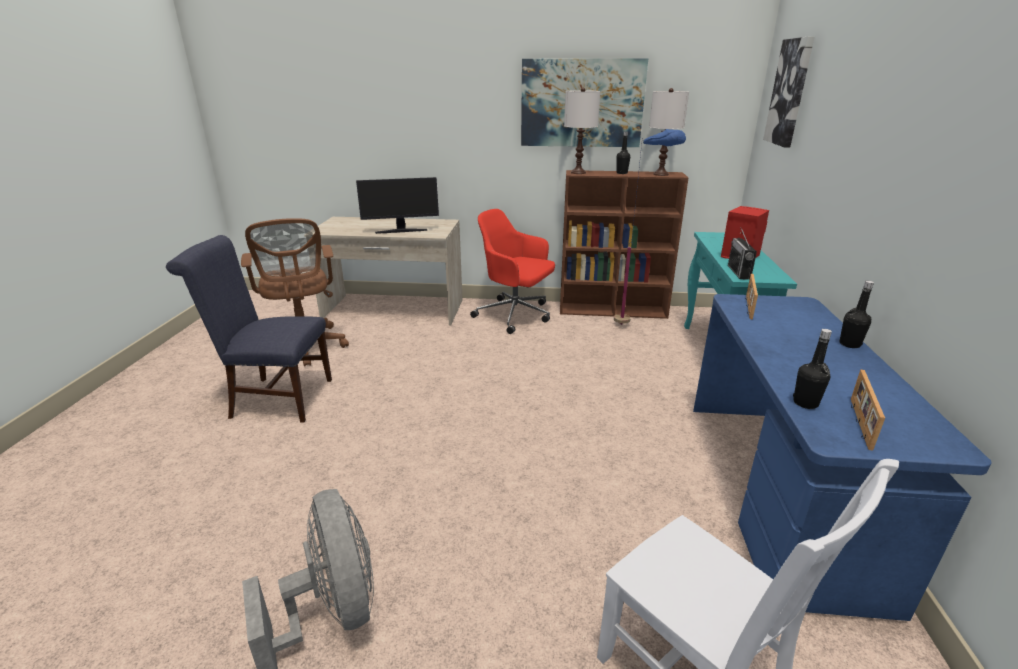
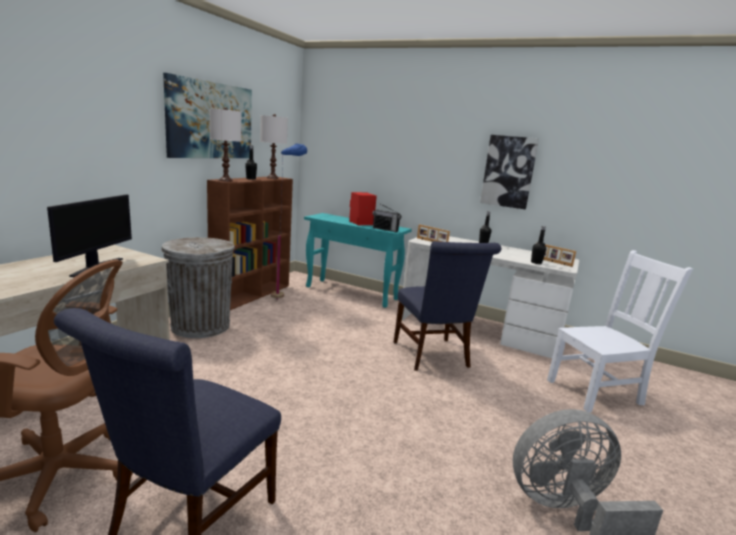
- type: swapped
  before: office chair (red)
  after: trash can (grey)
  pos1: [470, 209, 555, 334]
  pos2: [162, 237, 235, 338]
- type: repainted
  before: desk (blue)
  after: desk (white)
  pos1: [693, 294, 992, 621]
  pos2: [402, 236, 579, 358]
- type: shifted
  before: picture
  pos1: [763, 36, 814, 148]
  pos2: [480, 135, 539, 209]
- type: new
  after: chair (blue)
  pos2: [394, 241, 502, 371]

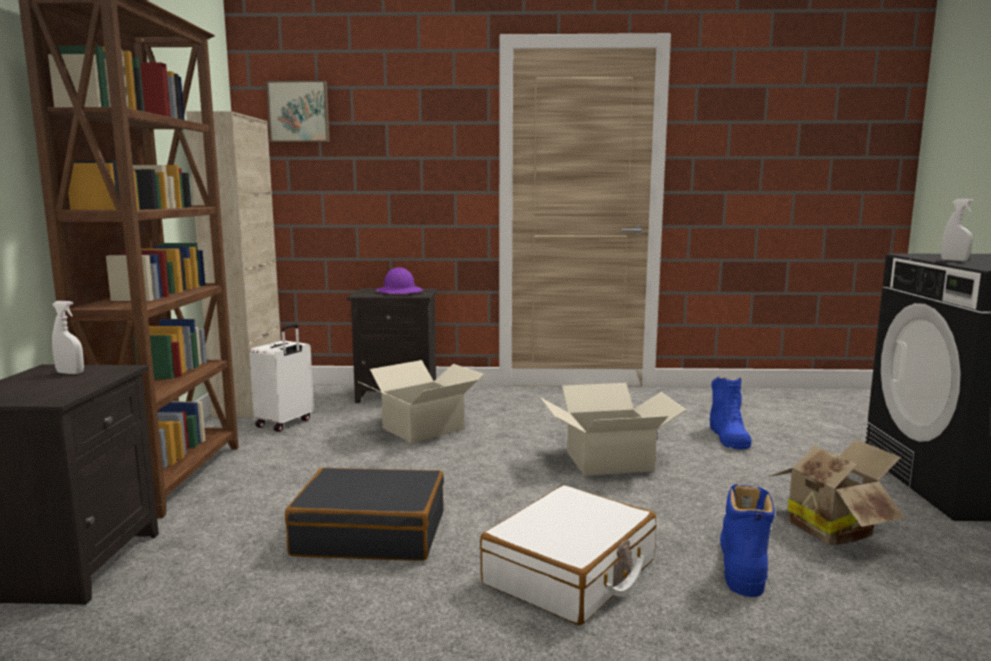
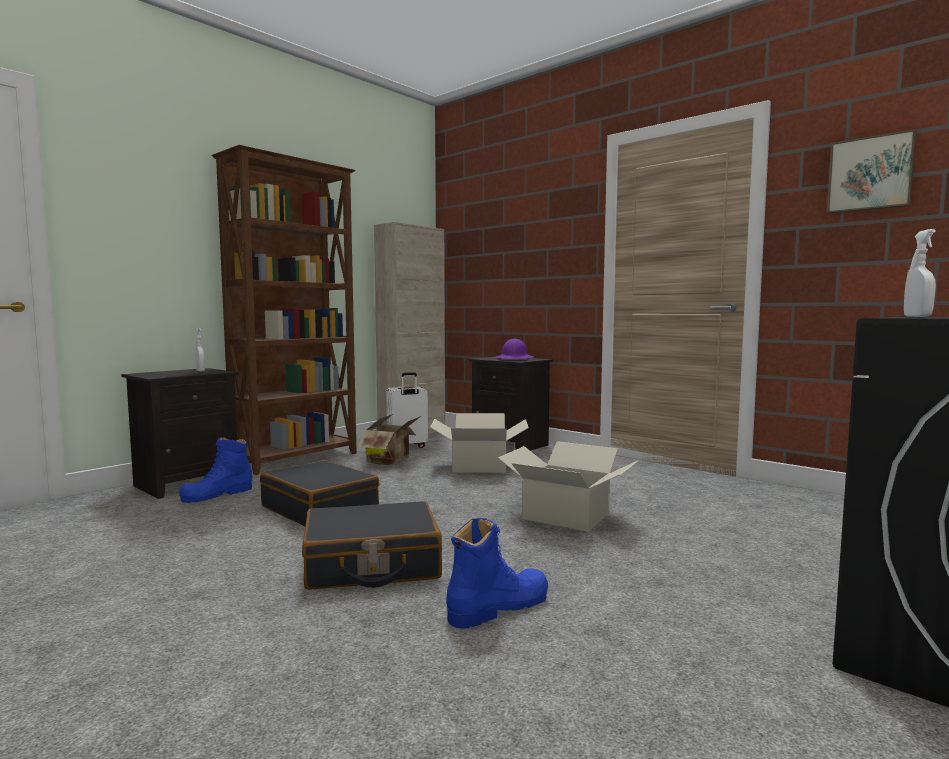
- type: shifted
  before: picture
  pos1: [266, 80, 330, 142]
  pos2: [827, 129, 916, 214]
- type: repainted
  before: suitcase (white)
  after: suitcase (black)
  pos1: [480, 485, 657, 625]
  pos2: [302, 501, 442, 590]
- type: shifted
  before: boot (blue)
  pos1: [709, 376, 752, 449]
  pos2: [179, 437, 252, 503]
- type: shifted
  before: cardboard box
  pos1: [768, 439, 905, 545]
  pos2: [357, 414, 421, 465]

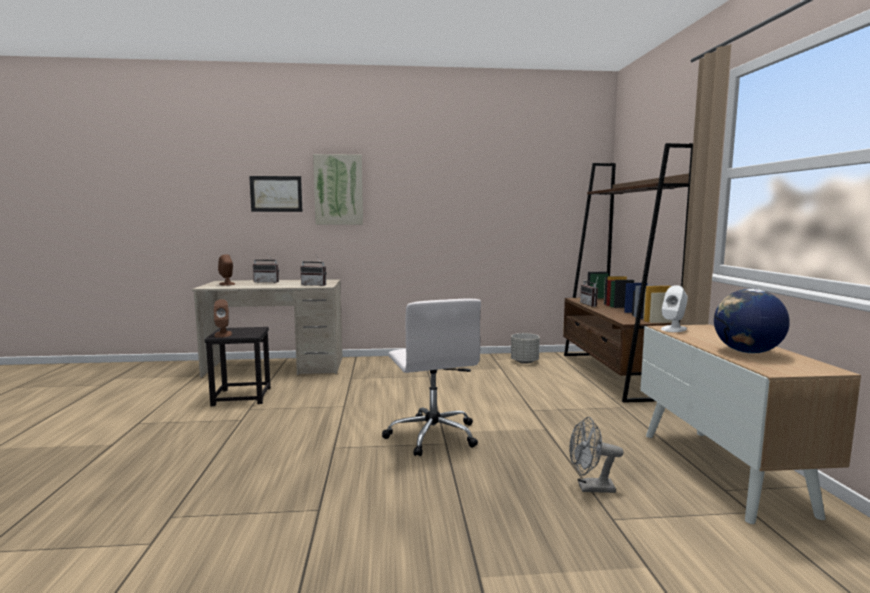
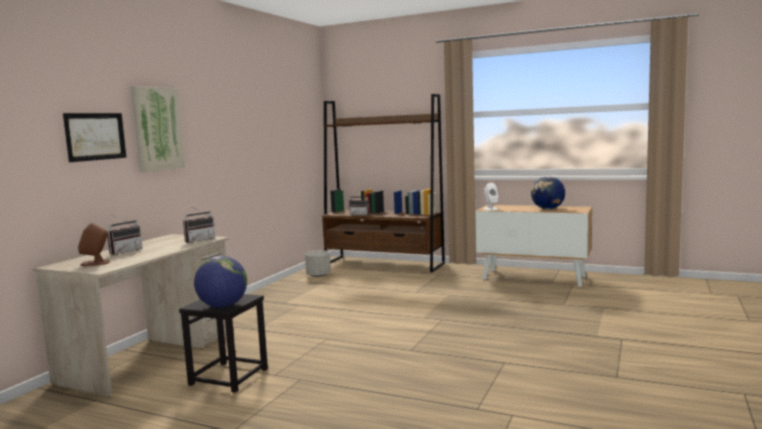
- type: swapped
  before: speaker (brown)
  after: globe
  pos1: [214, 299, 232, 338]
  pos2: [194, 256, 247, 308]
- type: gone
  before: office chair (white)
  pos1: [382, 298, 481, 456]
- type: gone
  before: fan (grey)
  pos1: [569, 417, 624, 493]

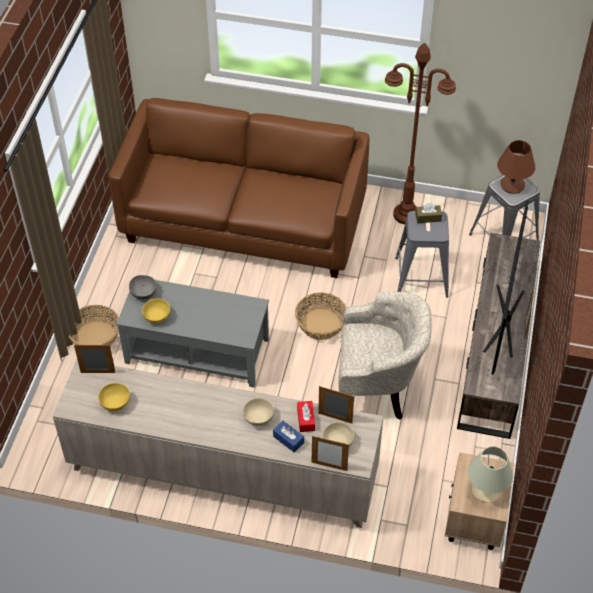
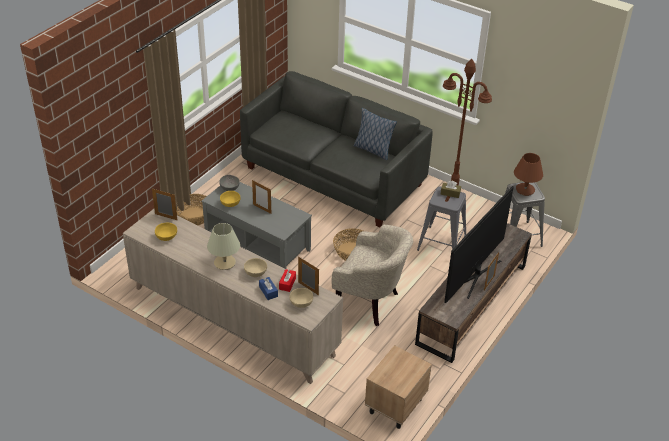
- type: repainted
  before: sofa (brown)
  after: sofa (grey)
  pos1: [109, 98, 369, 278]
  pos2: [240, 71, 433, 227]
- type: shifted
  before: picture frame
  pos1: [312, 436, 349, 471]
  pos2: [252, 180, 271, 214]
- type: shifted
  before: table lamp (beige)
  pos1: [468, 446, 513, 502]
  pos2: [207, 223, 240, 270]
- type: new
  after: pillow
  pos2: [353, 108, 397, 161]

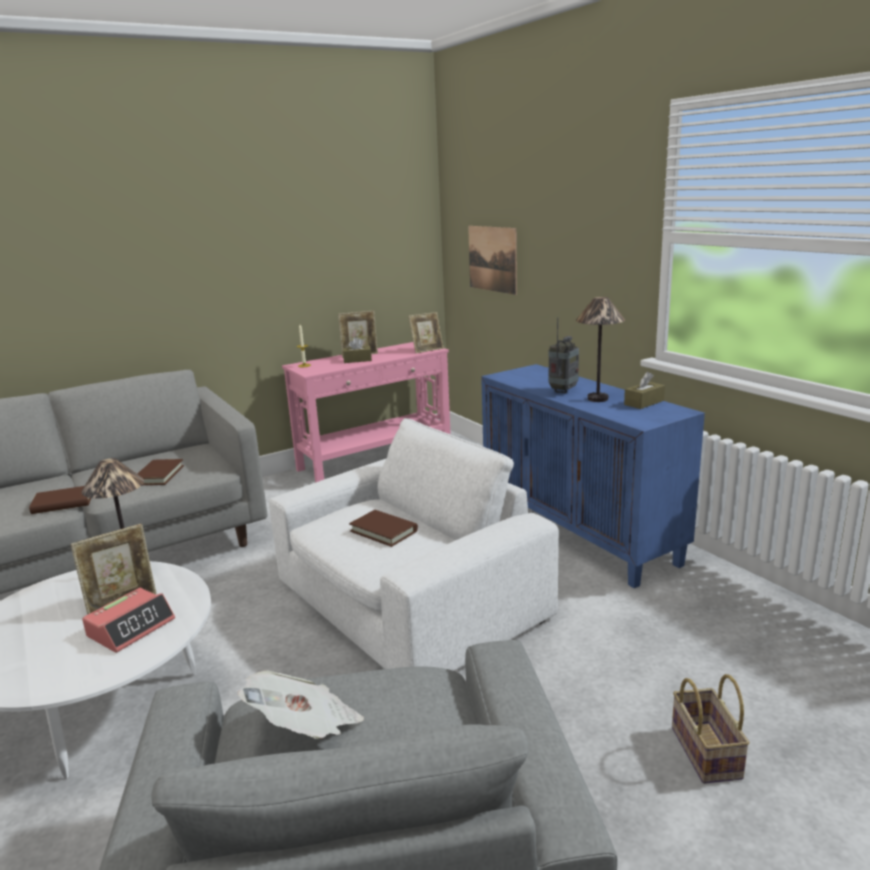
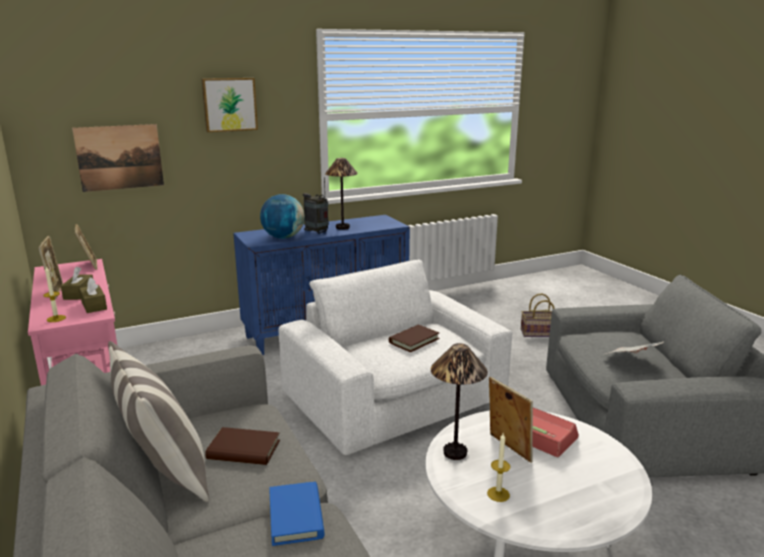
- type: repainted
  before: book (brown)
  after: book (blue)
  pos1: [29, 486, 91, 514]
  pos2: [269, 482, 325, 546]
- type: shifted
  before: tissue box (brown)
  pos1: [624, 372, 665, 409]
  pos2: [79, 277, 107, 313]
- type: new
  after: pillow
  pos2: [108, 341, 209, 502]
- type: new
  after: picture
  pos2: [202, 78, 258, 132]
- type: new
  after: globe
  pos2: [260, 194, 305, 239]
- type: new
  after: candle
  pos2: [487, 433, 510, 502]

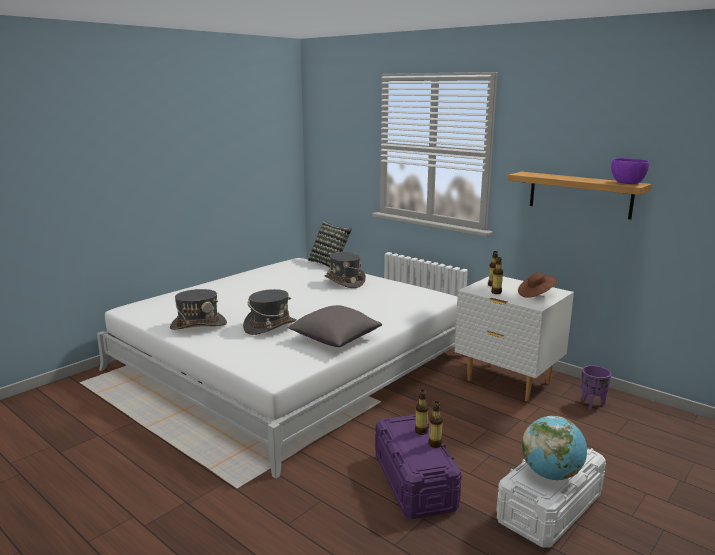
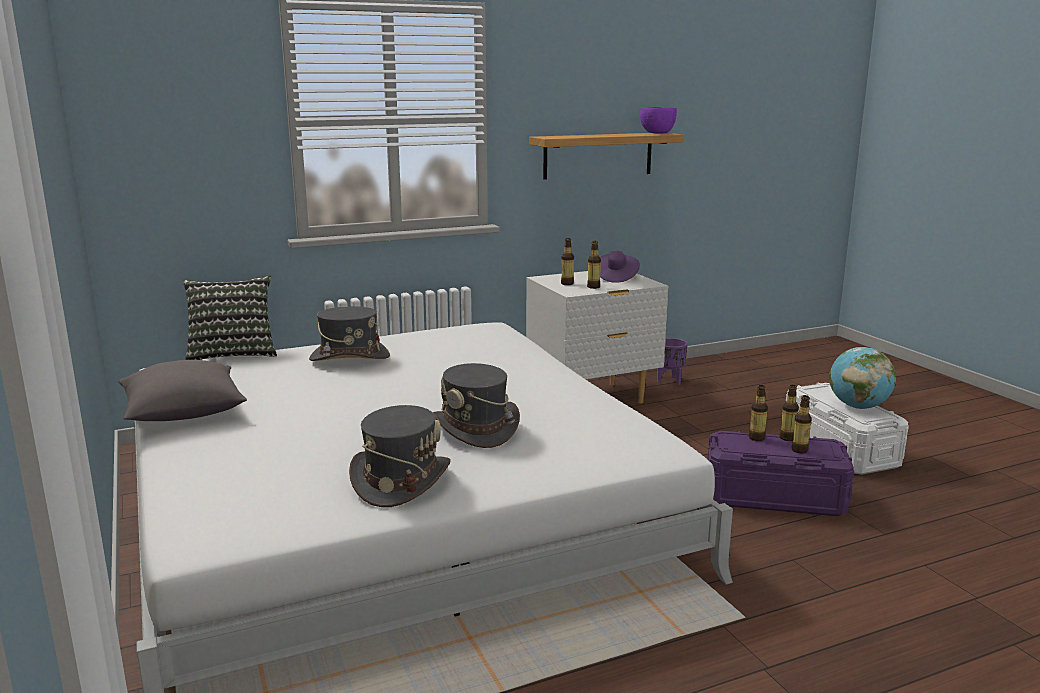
- type: shifted
  before: pillow (grey)
  pos1: [287, 305, 382, 347]
  pos2: [118, 360, 247, 421]
- type: repainted
  before: hat (brown)
  after: hat (purple)
  pos1: [518, 273, 557, 298]
  pos2: [600, 251, 640, 283]
- type: new
  after: bottle
  pos2: [791, 395, 812, 453]

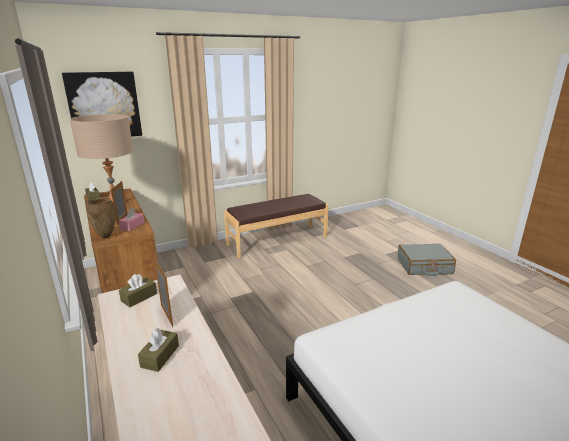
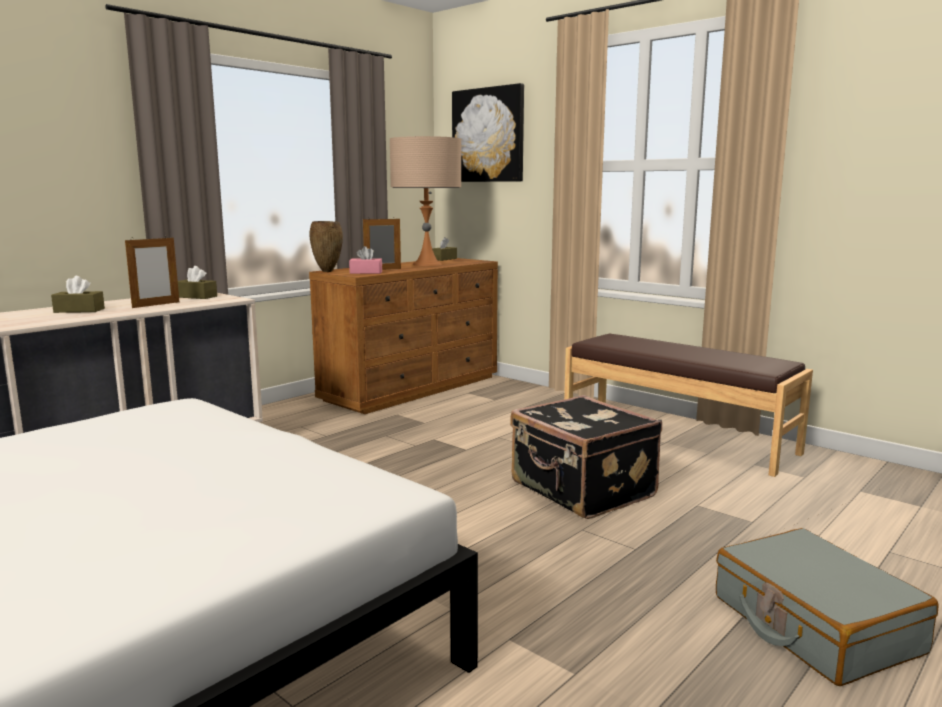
- type: new
  after: suitcase (black)
  pos2: [510, 395, 662, 519]

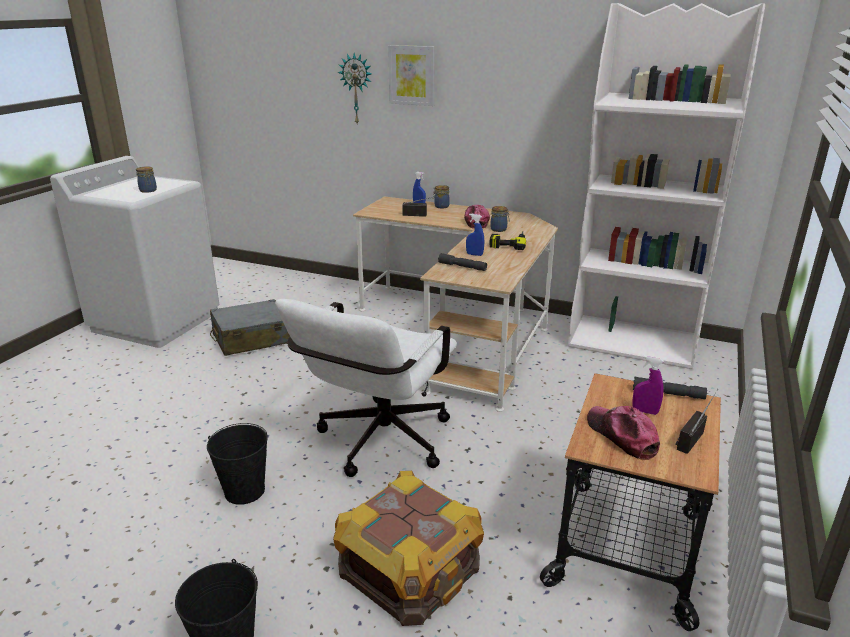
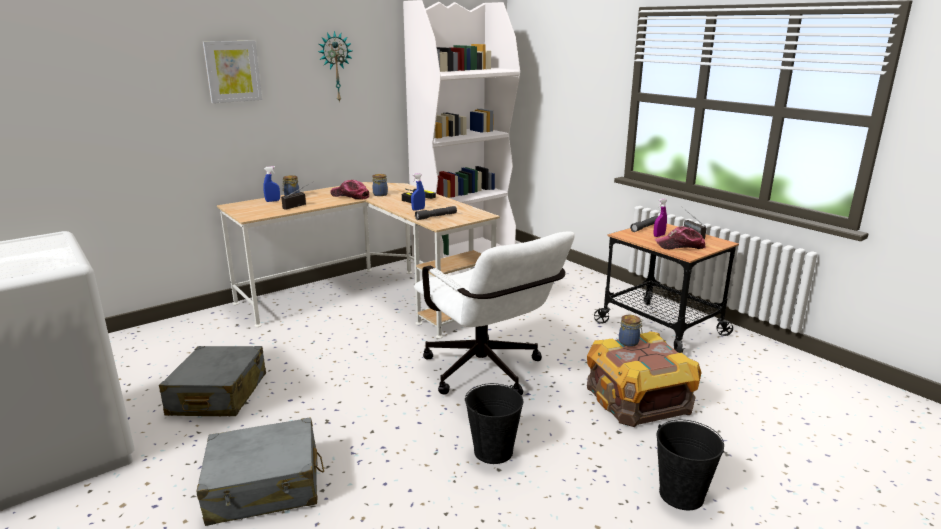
- type: shifted
  before: jar
  pos1: [136, 167, 157, 193]
  pos2: [619, 315, 643, 347]
- type: shifted
  before: wall clock
  pos1: [338, 53, 371, 124]
  pos2: [318, 31, 352, 103]
- type: new
  after: suitcase (grey)
  pos2: [197, 417, 324, 526]

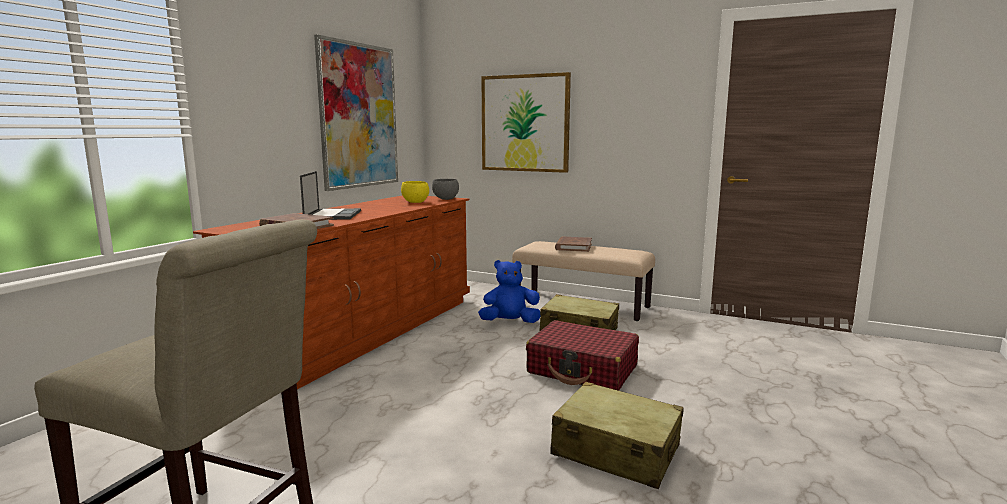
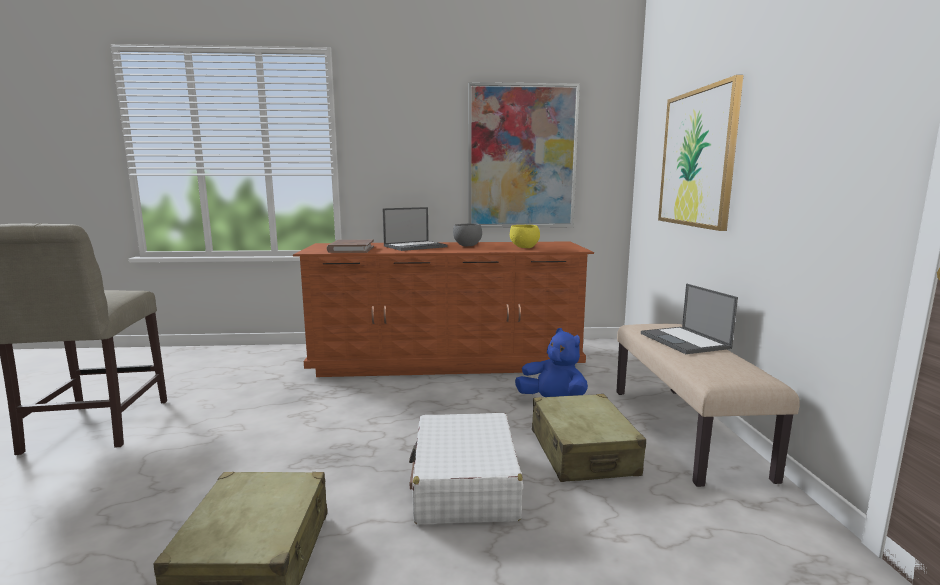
- type: shifted
  before: bowl (grey)
  pos1: [432, 179, 459, 200]
  pos2: [453, 224, 482, 246]
- type: repainted
  before: suitcase (red)
  after: suitcase (white)
  pos1: [526, 320, 639, 391]
  pos2: [409, 413, 523, 525]
- type: swapped
  before: book (brown)
  after: laptop
  pos1: [555, 237, 592, 252]
  pos2: [641, 284, 738, 354]

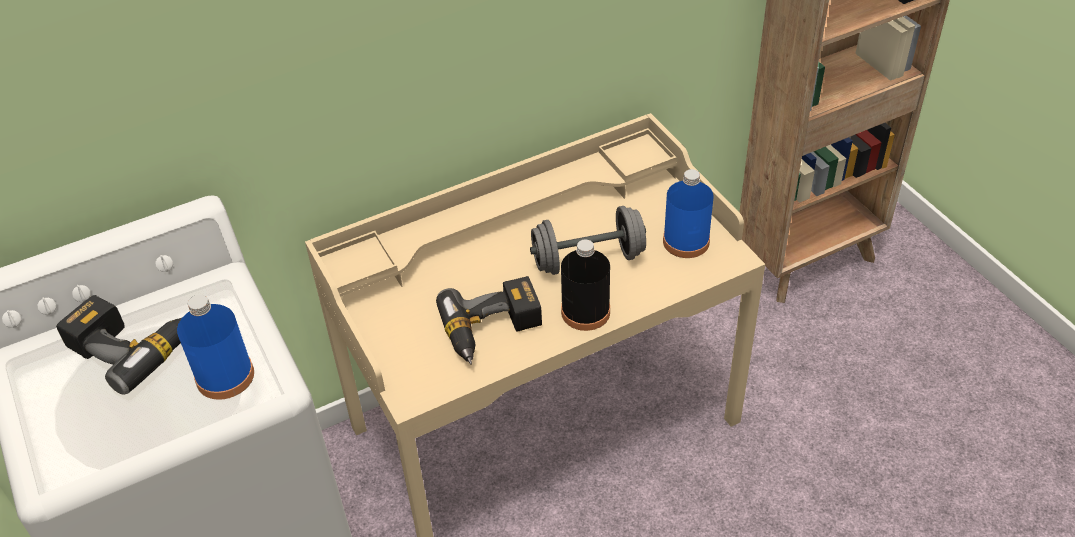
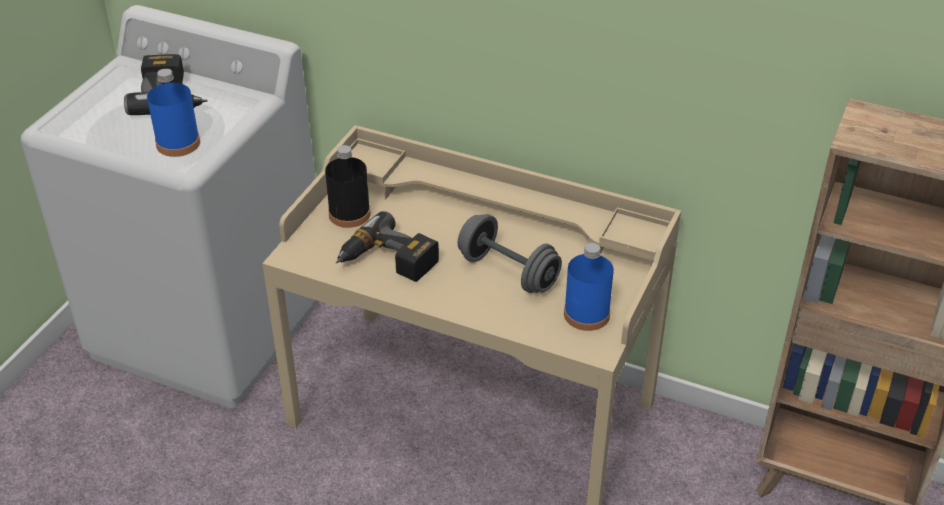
- type: shifted
  before: bottle (black)
  pos1: [561, 240, 610, 331]
  pos2: [325, 145, 371, 228]

